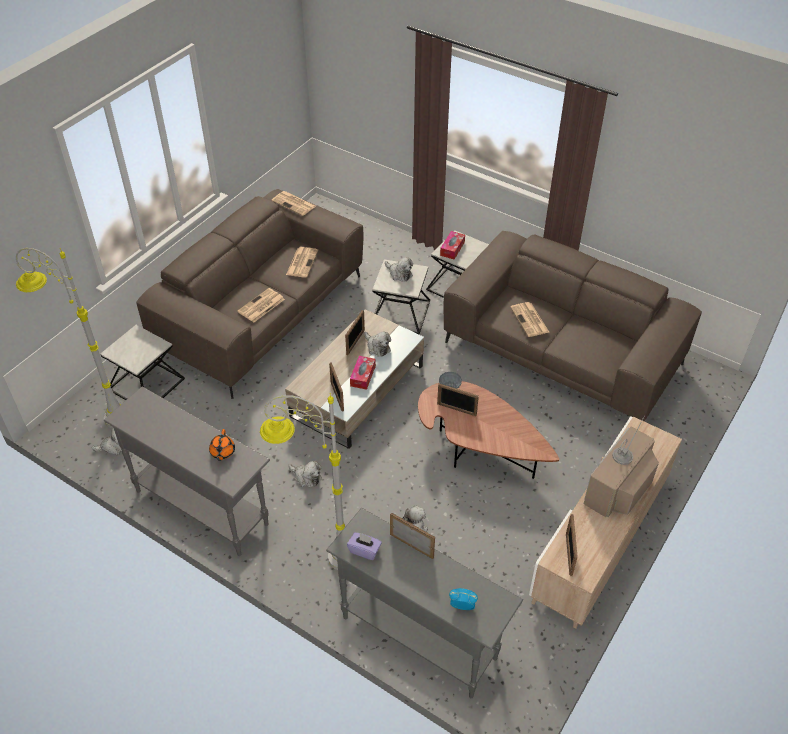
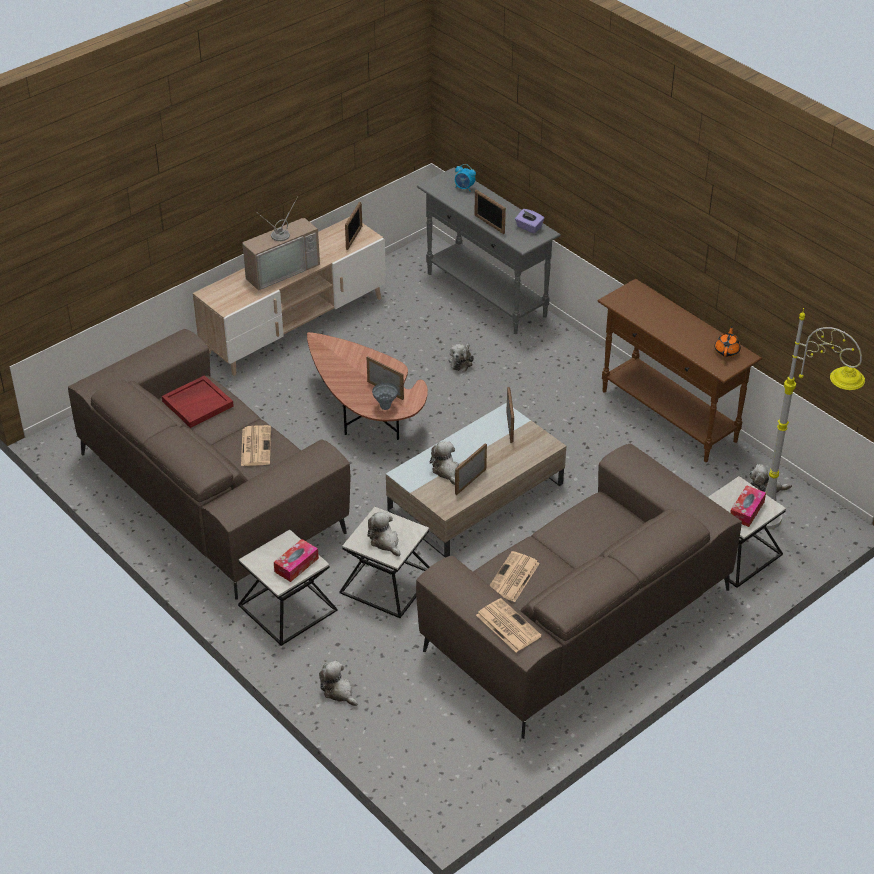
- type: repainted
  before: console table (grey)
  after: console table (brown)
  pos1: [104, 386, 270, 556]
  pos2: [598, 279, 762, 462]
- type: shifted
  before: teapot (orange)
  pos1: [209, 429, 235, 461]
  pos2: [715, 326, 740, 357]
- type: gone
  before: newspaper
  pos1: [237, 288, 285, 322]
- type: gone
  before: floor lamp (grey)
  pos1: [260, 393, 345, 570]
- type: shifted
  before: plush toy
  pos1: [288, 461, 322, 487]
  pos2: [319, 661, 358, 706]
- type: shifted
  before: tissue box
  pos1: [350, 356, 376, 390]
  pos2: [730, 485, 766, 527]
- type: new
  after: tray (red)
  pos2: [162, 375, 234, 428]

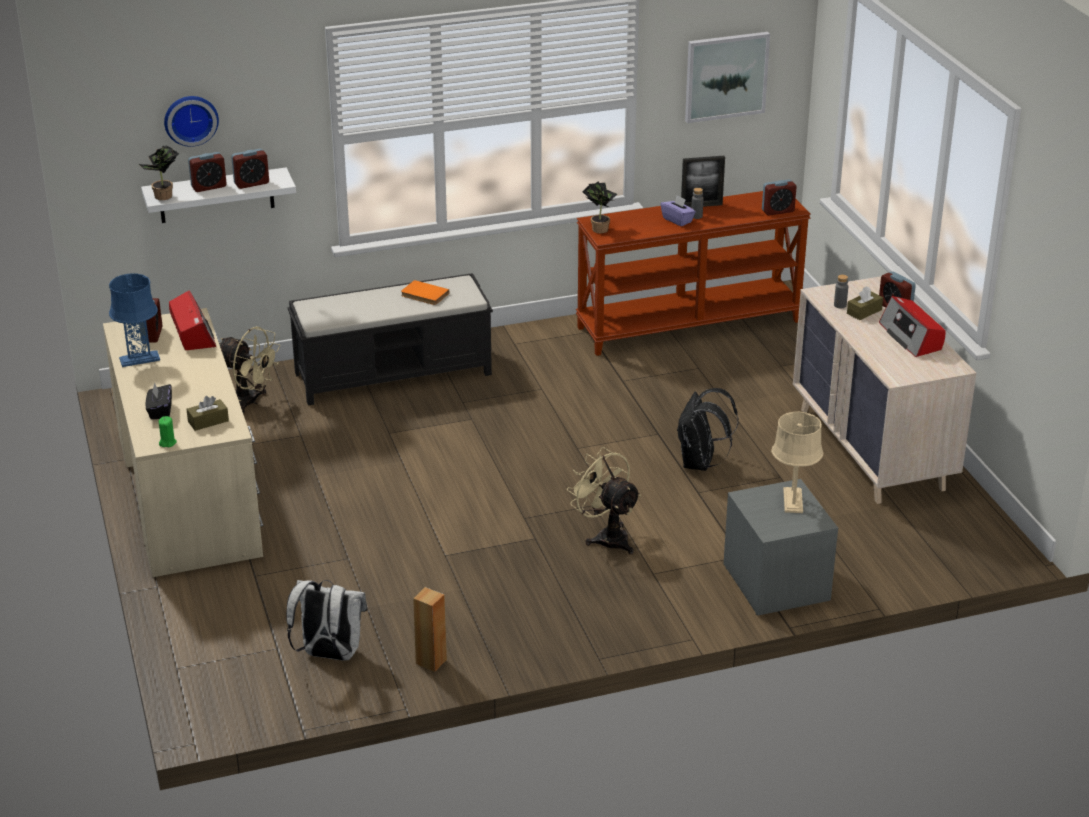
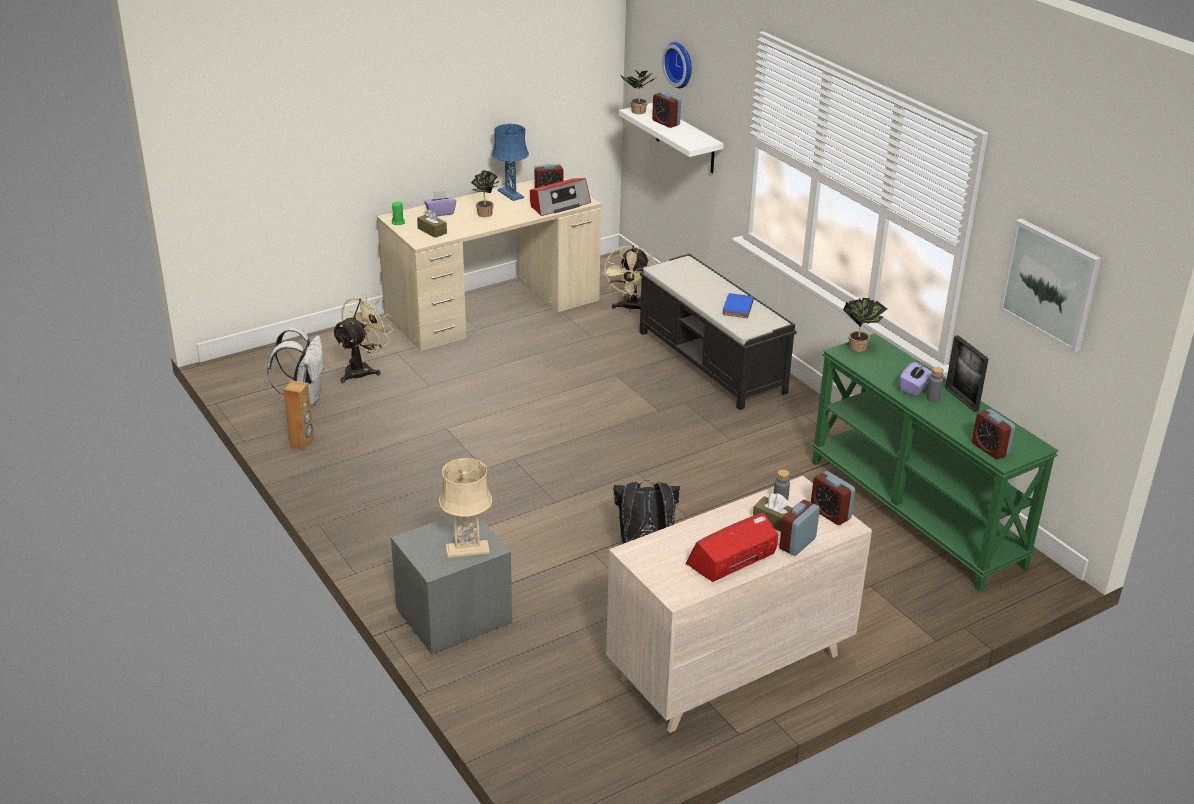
- type: repainted
  before: tissue box (black)
  after: tissue box (purple)
  pos1: [146, 382, 172, 419]
  pos2: [424, 191, 456, 217]
- type: shifted
  before: alarm clock
  pos1: [231, 149, 269, 189]
  pos2: [811, 471, 855, 525]
- type: repainted
  before: book (orange)
  after: book (blue)
  pos1: [401, 280, 449, 305]
  pos2: [723, 293, 754, 318]
- type: shifted
  before: fan (beige)
  pos1: [567, 447, 641, 554]
  pos2: [332, 294, 394, 383]
- type: repainted
  before: console table (brown)
  after: console table (green)
  pos1: [576, 191, 811, 356]
  pos2: [812, 333, 1058, 591]
- type: new
  after: potted plant
  pos2: [471, 170, 499, 217]

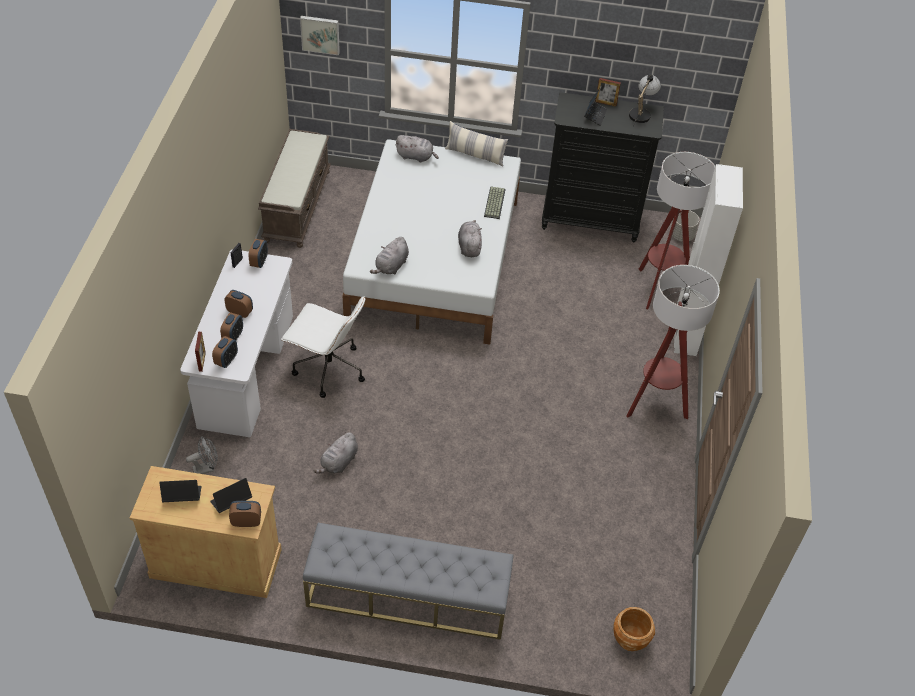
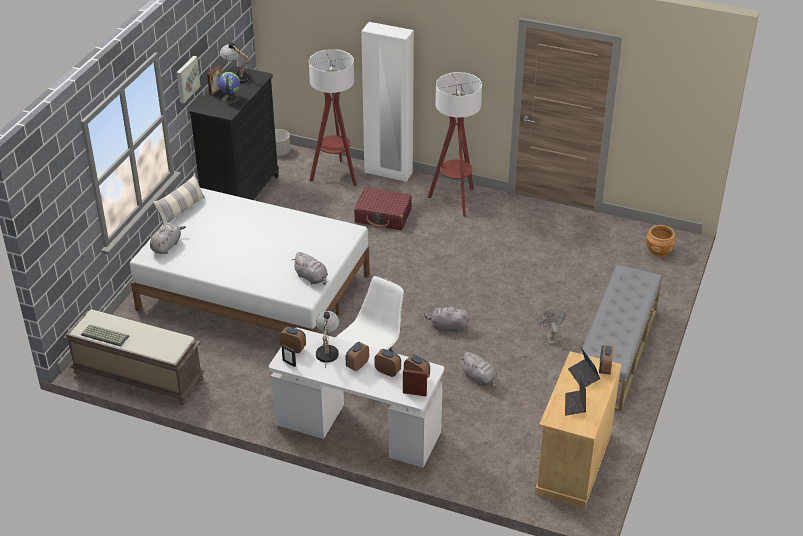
- type: shifted
  before: fan (grey)
  pos1: [186, 436, 218, 474]
  pos2: [537, 309, 565, 345]
- type: shifted
  before: picture
  pos1: [300, 16, 340, 55]
  pos2: [176, 56, 201, 103]
- type: shifted
  before: plush toy (grey)
  pos1: [458, 220, 482, 257]
  pos2: [424, 305, 469, 333]
- type: shifted
  before: keyboard
  pos1: [484, 186, 506, 219]
  pos2: [81, 324, 129, 346]
- type: swapped
  before: laptop
  after: globe
  pos1: [584, 88, 607, 126]
  pos2: [218, 72, 240, 103]
- type: new
  after: table lamp
  pos2: [316, 311, 339, 369]
- type: new
  after: suitcase (red)
  pos2: [354, 187, 412, 230]

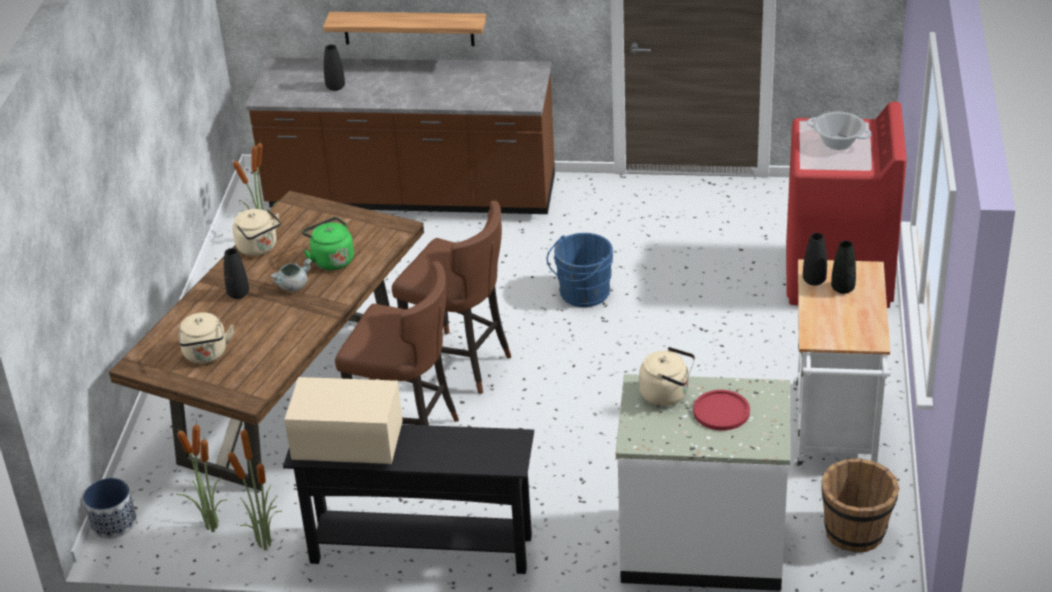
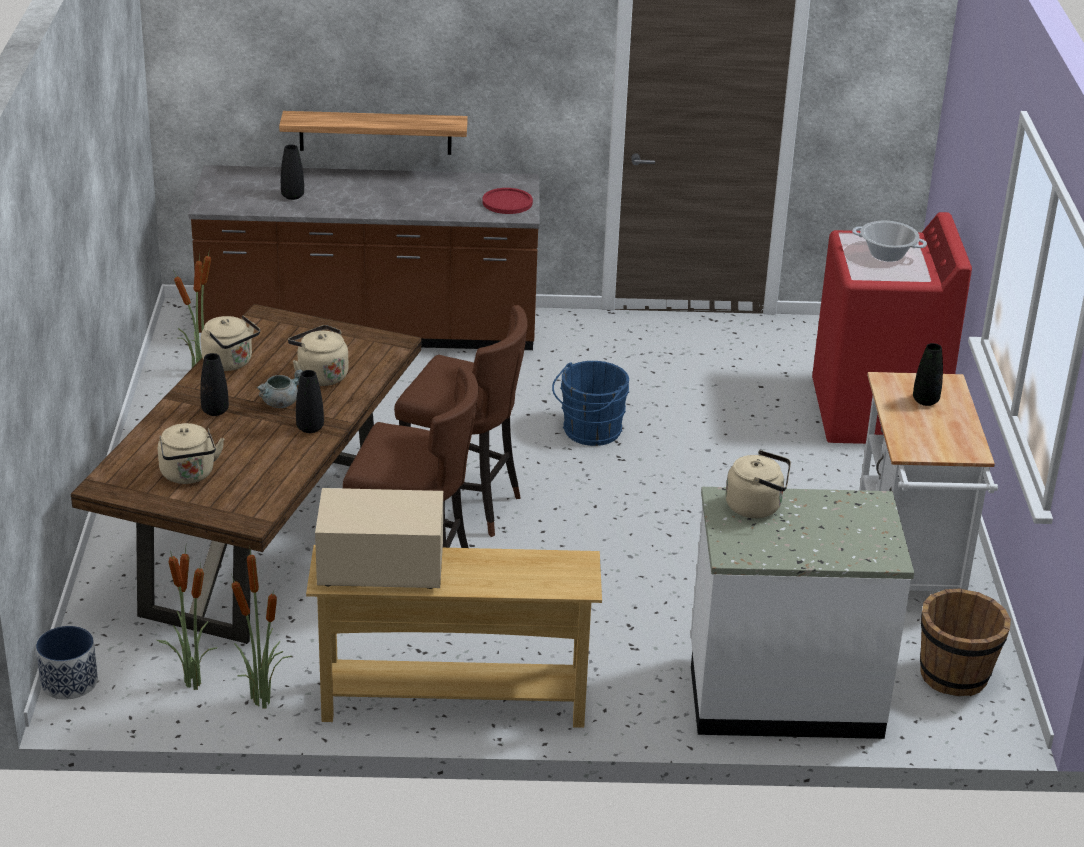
- type: repainted
  before: console table (black)
  after: console table (beige)
  pos1: [283, 424, 534, 574]
  pos2: [306, 545, 602, 728]
- type: repainted
  before: kettle (green)
  after: kettle (beige)
  pos1: [302, 217, 354, 270]
  pos2: [288, 325, 349, 386]
- type: shifted
  before: plate (red)
  pos1: [693, 390, 750, 431]
  pos2: [482, 188, 533, 214]
- type: shifted
  before: vase (black)
  pos1: [803, 233, 827, 286]
  pos2: [296, 370, 324, 433]

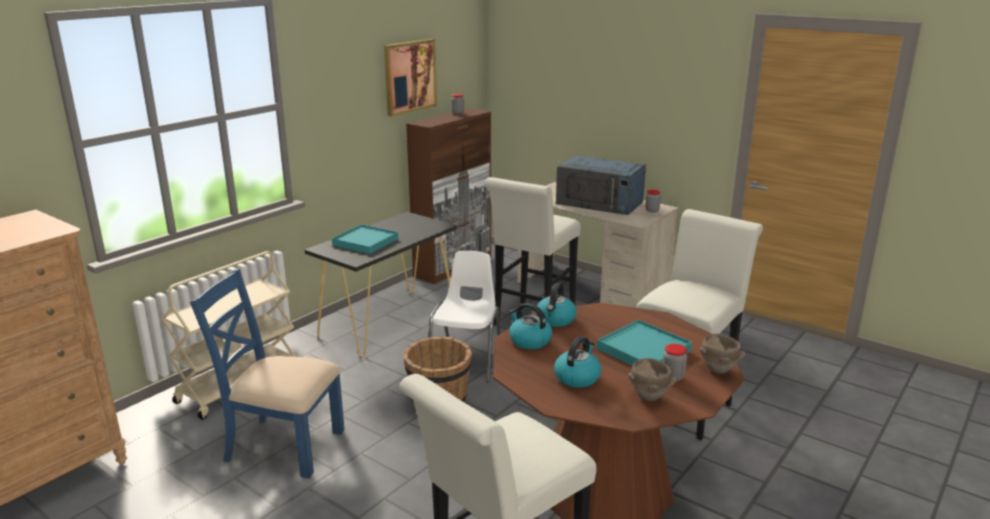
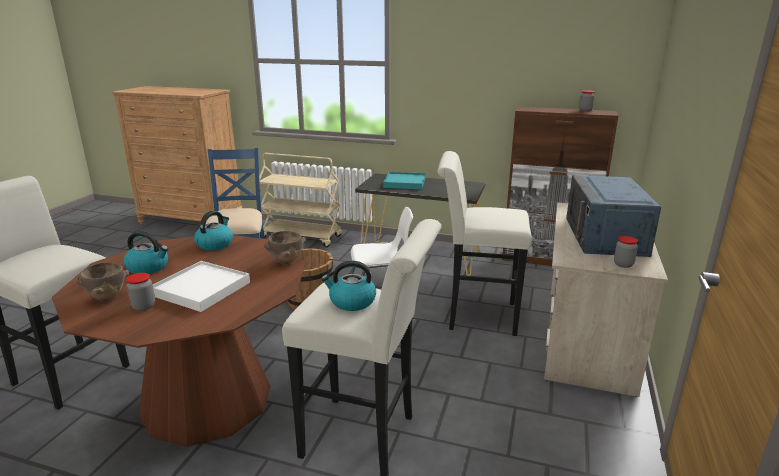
- type: gone
  before: picture
  pos1: [384, 39, 437, 117]
- type: shifted
  before: kettle
  pos1: [536, 283, 577, 327]
  pos2: [321, 261, 376, 311]
- type: repainted
  before: tray (turquoise)
  after: tray (white)
  pos1: [597, 320, 692, 366]
  pos2: [153, 261, 250, 312]
- type: shifted
  before: bowl (brown)
  pos1: [700, 334, 745, 374]
  pos2: [264, 231, 306, 265]

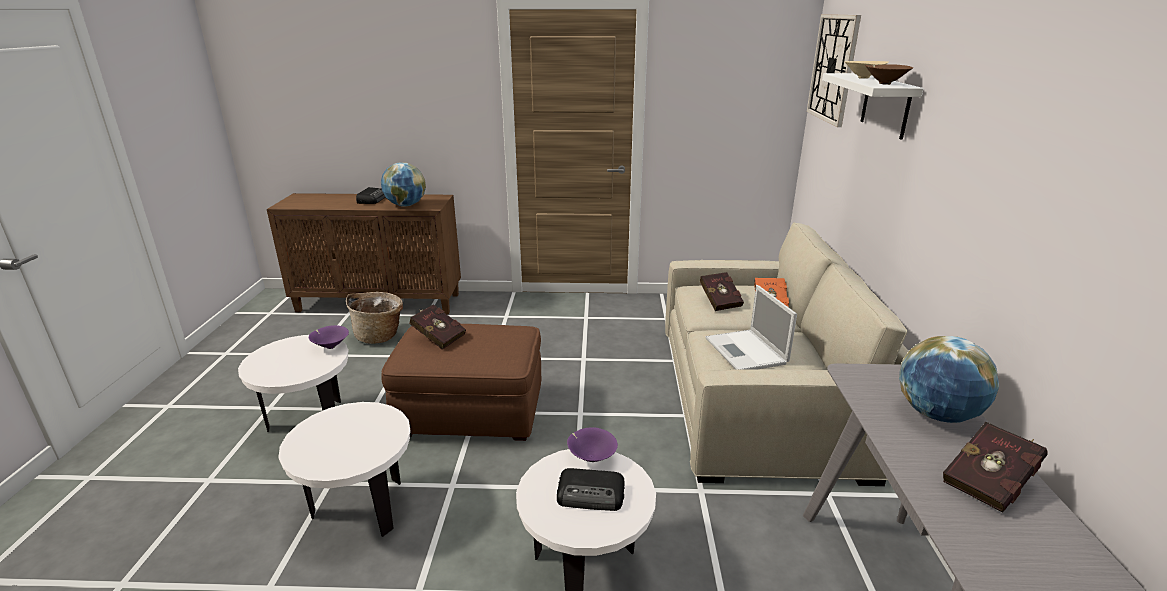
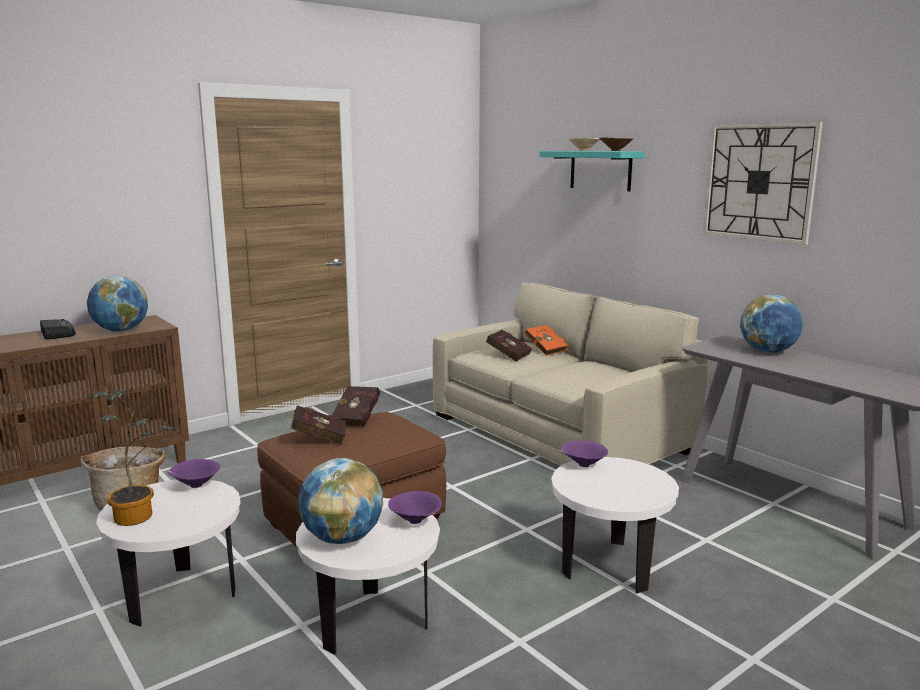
- type: gone
  before: radio
  pos1: [557, 468, 625, 511]
- type: gone
  before: laptop
  pos1: [705, 285, 797, 370]
- type: shifted
  before: wall clock
  pos1: [807, 14, 861, 127]
  pos2: [703, 122, 823, 245]
- type: repainted
  before: shelf (white)
  after: shelf (turquoise)
  pos1: [822, 73, 924, 140]
  pos2: [539, 151, 645, 191]
- type: shifted
  before: book (red)
  pos1: [943, 422, 1048, 513]
  pos2: [332, 386, 380, 426]
- type: new
  after: potted plant
  pos2: [91, 389, 175, 526]
- type: new
  after: globe
  pos2: [298, 458, 383, 544]
- type: new
  after: bowl (purple)
  pos2: [388, 491, 442, 524]

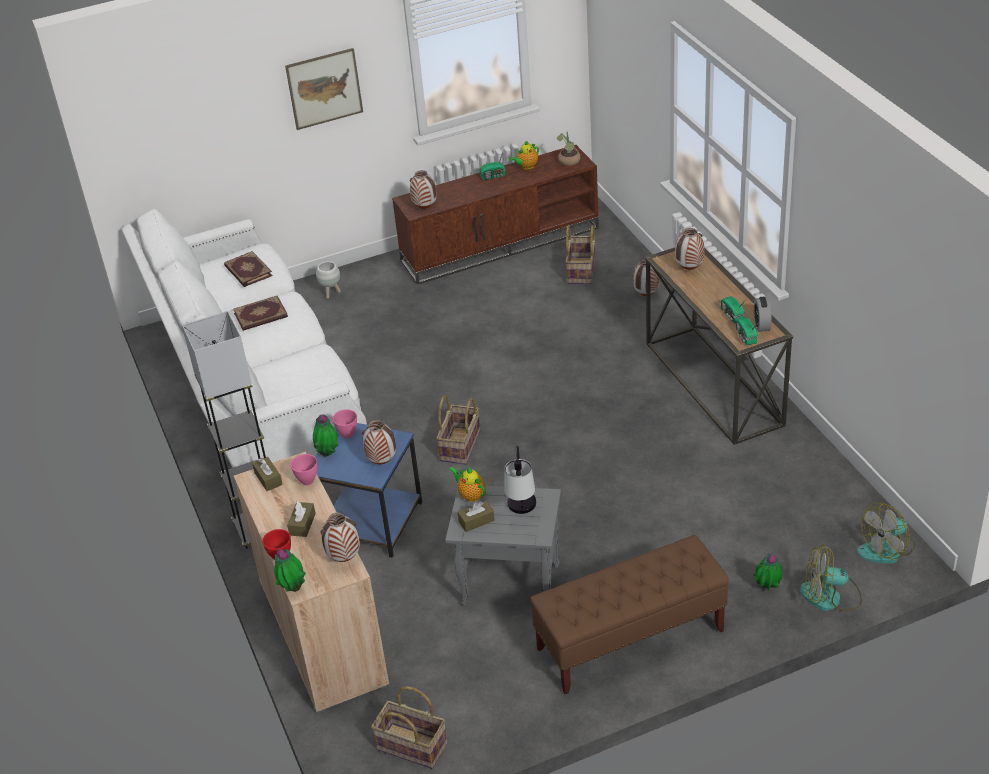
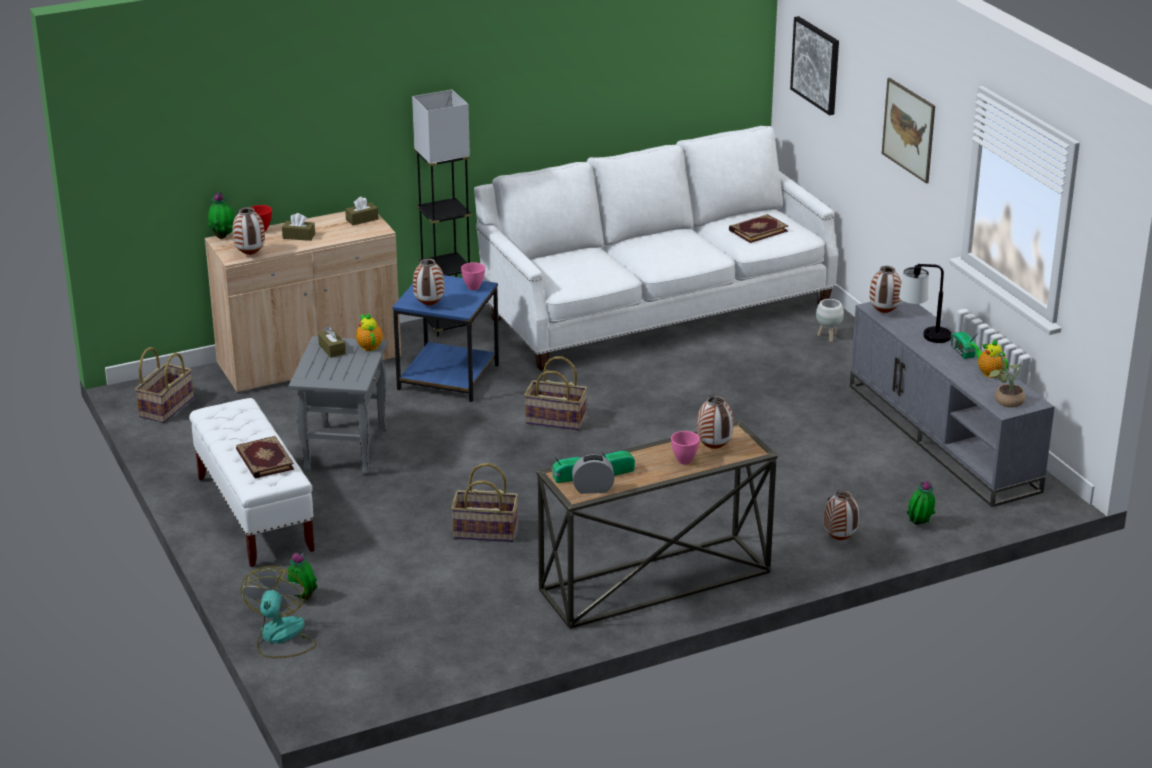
- type: shifted
  before: book
  pos1: [233, 296, 288, 331]
  pos2: [236, 436, 294, 478]
- type: shifted
  before: bowl (pink)
  pos1: [290, 454, 317, 485]
  pos2: [671, 431, 700, 465]
- type: shifted
  before: potted plant
  pos1: [313, 414, 339, 457]
  pos2: [907, 480, 936, 525]
- type: repainted
  before: tv stand (brown)
  after: tv stand (grey)
  pos1: [392, 145, 599, 285]
  pos2: [850, 300, 1054, 507]
- type: rotated
  before: teapot
  pos1: [449, 467, 486, 502]
  pos2: [356, 313, 383, 351]
  turn: -60
- type: shifted
  before: table lamp
  pos1: [504, 446, 536, 514]
  pos2: [899, 264, 951, 343]
- type: repainted
  before: bench (brown)
  after: bench (white)
  pos1: [530, 535, 729, 694]
  pos2: [189, 398, 315, 567]
- type: shifted
  before: basket
  pos1: [565, 225, 595, 284]
  pos2: [451, 463, 518, 542]
- type: gone
  before: fan
  pos1: [857, 503, 915, 564]
- type: new
  after: picture
  pos2: [790, 16, 839, 115]

